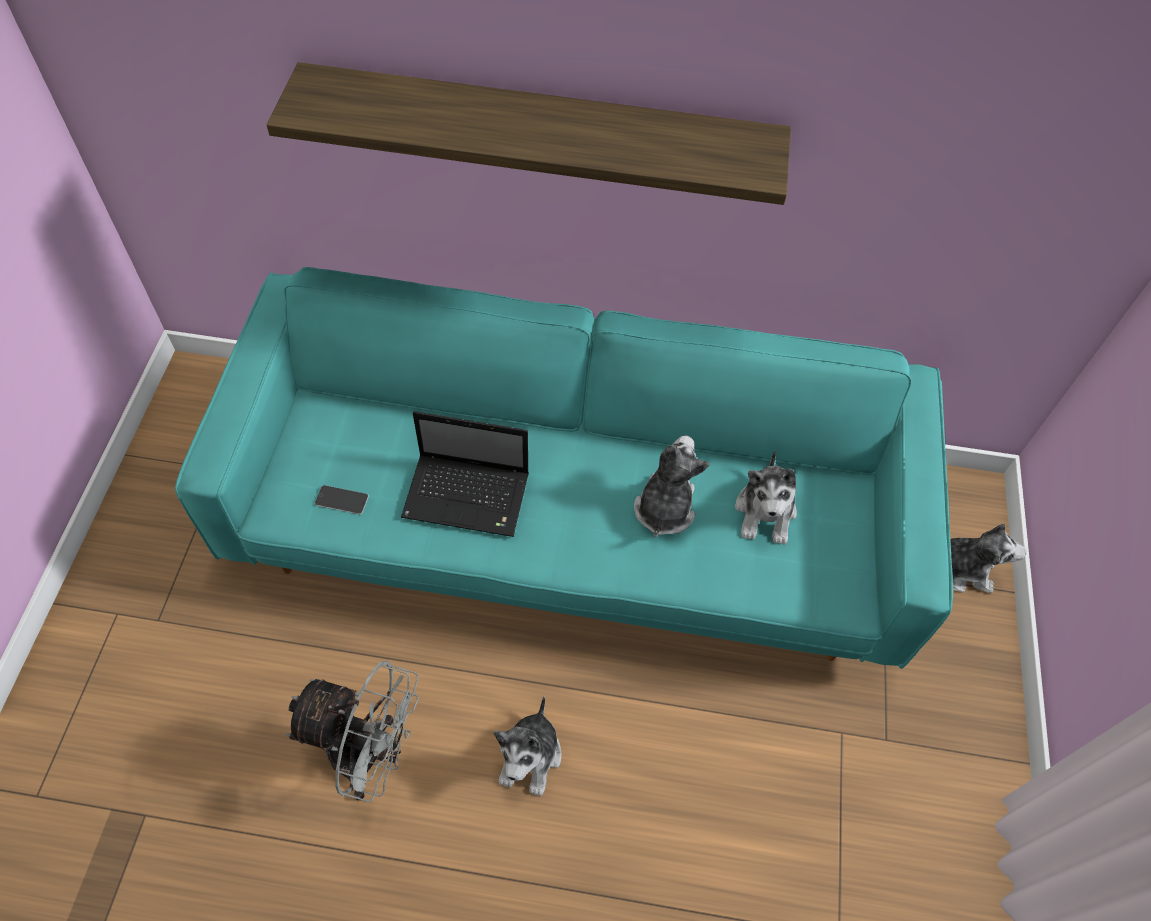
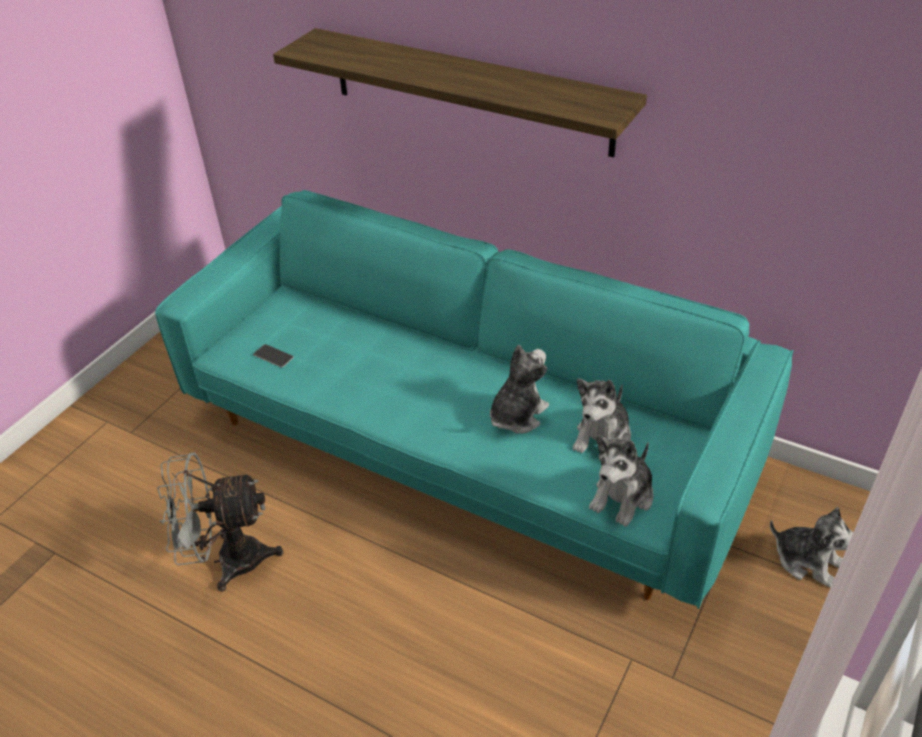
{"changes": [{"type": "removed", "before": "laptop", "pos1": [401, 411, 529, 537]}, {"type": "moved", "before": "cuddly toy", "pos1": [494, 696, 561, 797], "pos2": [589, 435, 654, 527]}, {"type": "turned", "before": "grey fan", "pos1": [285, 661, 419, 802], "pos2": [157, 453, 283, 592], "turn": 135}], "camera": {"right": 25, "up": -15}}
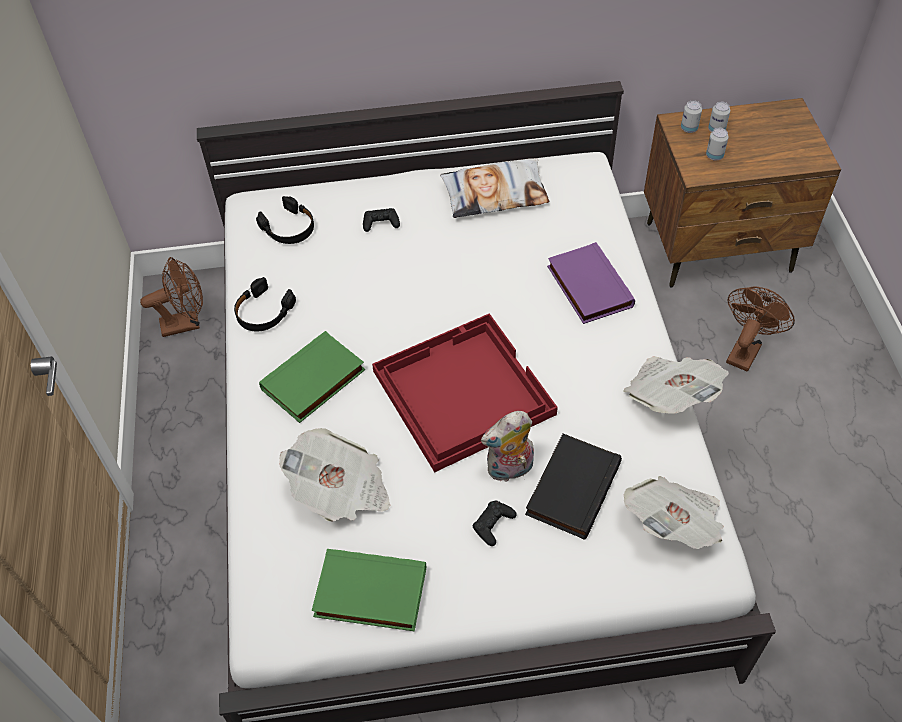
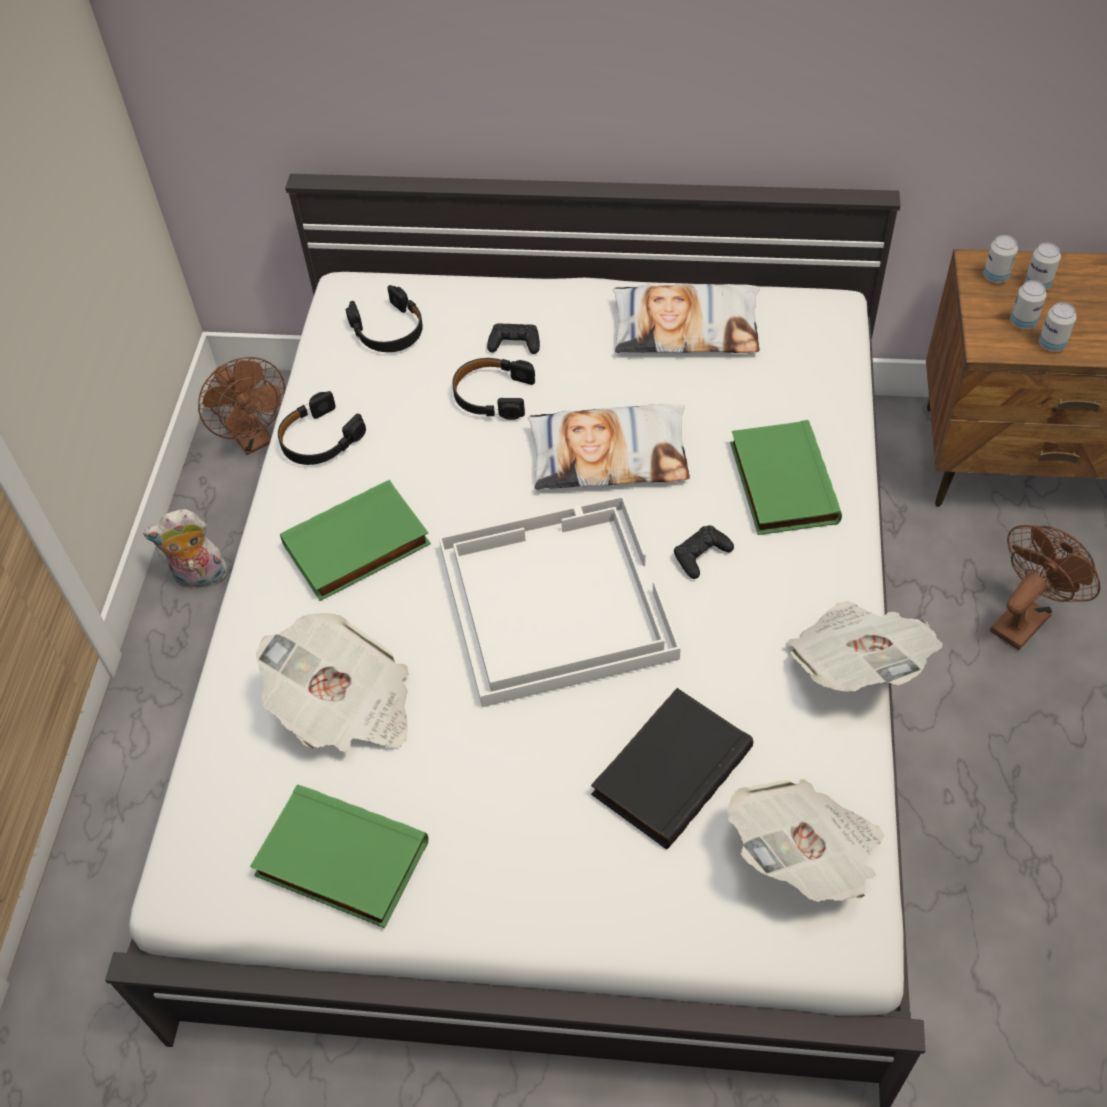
{"changes": [{"type": "added", "after": "black-coloured headset", "pos2": [452, 358, 535, 420]}, {"type": "added", "after": "throw pillow", "pos2": [528, 404, 690, 490]}, {"type": "added", "after": "metal can", "pos2": [1039, 302, 1077, 352]}, {"type": "moved", "before": "black-coloured gamepad", "pos1": [473, 501, 517, 546], "pos2": [674, 525, 734, 579]}, {"type": "moved", "before": "cuddly toy", "pos1": [481, 411, 534, 482], "pos2": [143, 509, 228, 590]}, {"type": "recoloured", "before": "red-coloured tray", "after": "white-coloured tray", "pos1": [372, 313, 558, 472], "pos2": [439, 495, 681, 707]}, {"type": "recoloured", "before": "purple-coloured volume", "after": "green-coloured volume", "pos1": [547, 242, 635, 324], "pos2": [730, 420, 842, 535]}, {"type": "turned", "before": "brown fan", "pos1": [140, 257, 203, 337], "pos2": [198, 357, 285, 455], "turn": 60}], "camera": {"right": 15, "up": 0}}
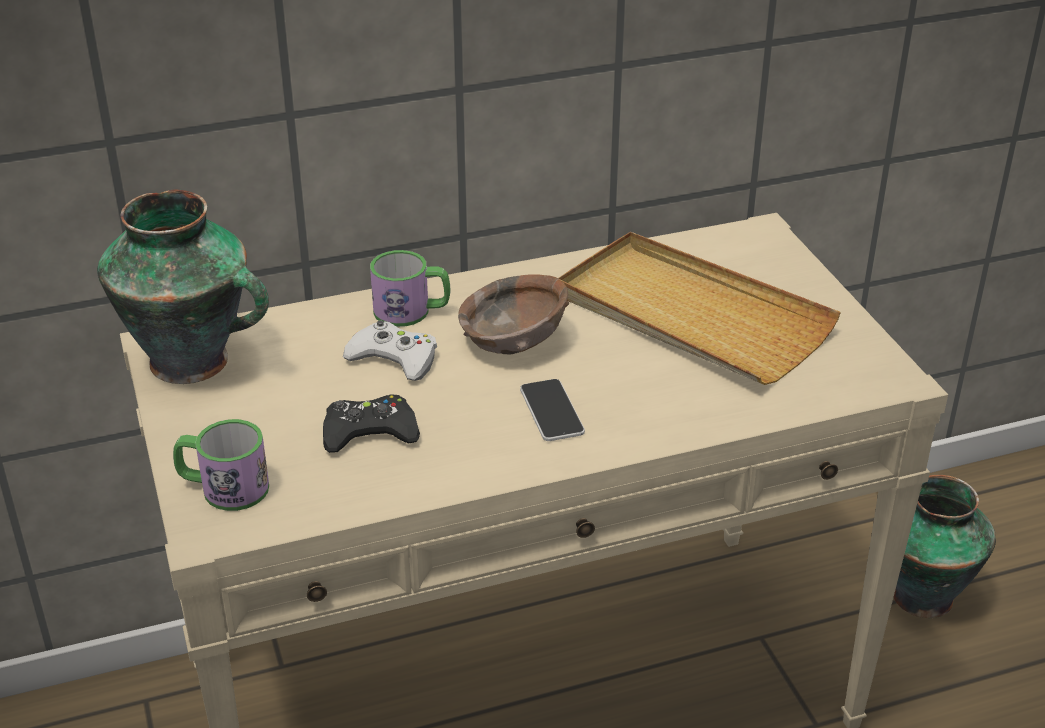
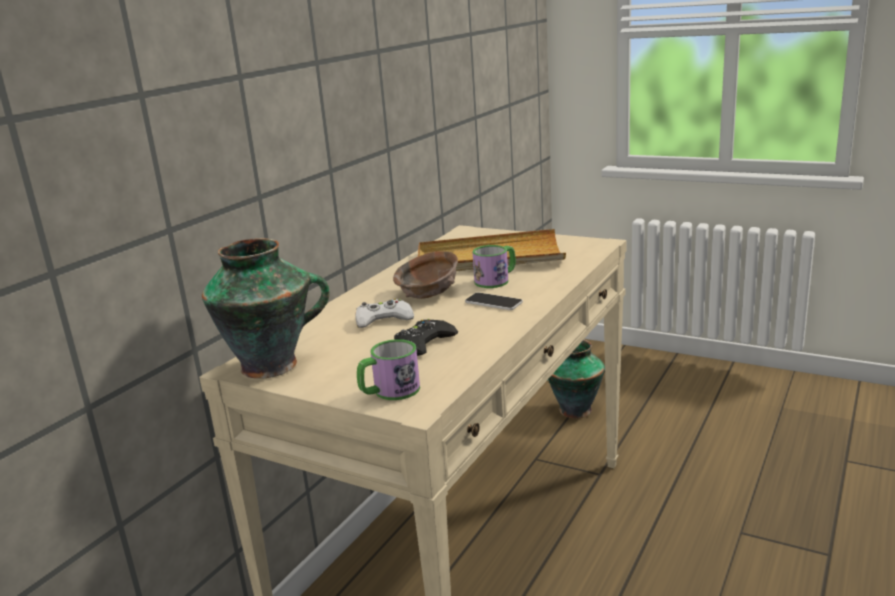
{"changes": [{"type": "moved", "before": "tea mug", "pos1": [370, 250, 451, 327], "pos2": [473, 245, 516, 288]}], "camera": {"right": -40, "up": -15}}
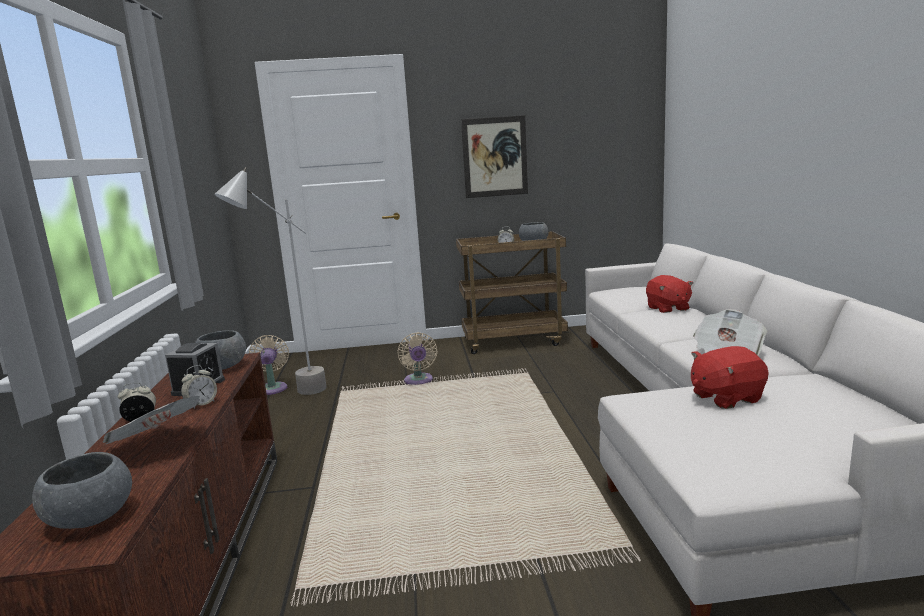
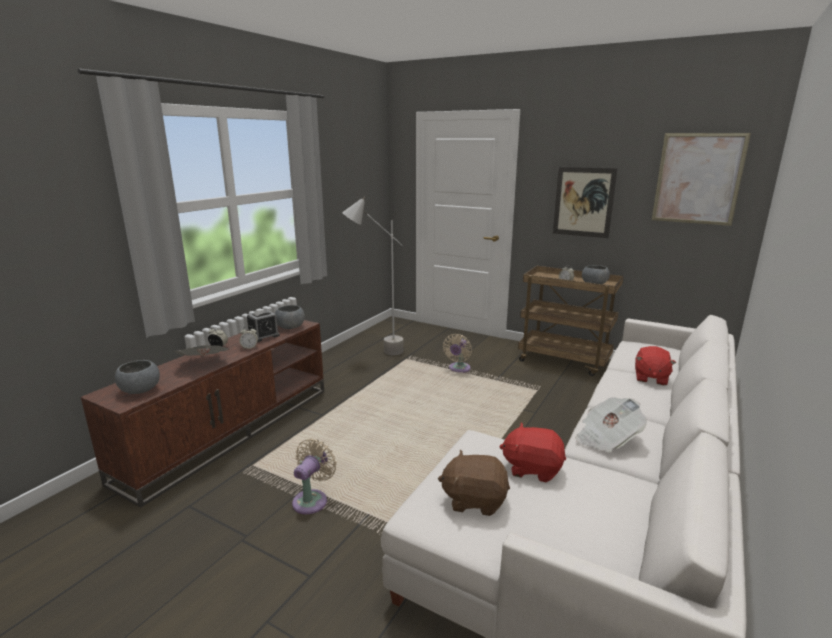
{"changes": [{"type": "added", "after": "brown cuddly toy", "pos2": [438, 450, 510, 516]}, {"type": "added", "after": "picture", "pos2": [651, 133, 751, 226]}, {"type": "moved", "before": "beige fan", "pos1": [249, 335, 289, 395], "pos2": [292, 439, 337, 514]}], "camera": {"right": 35, "up": 5}}
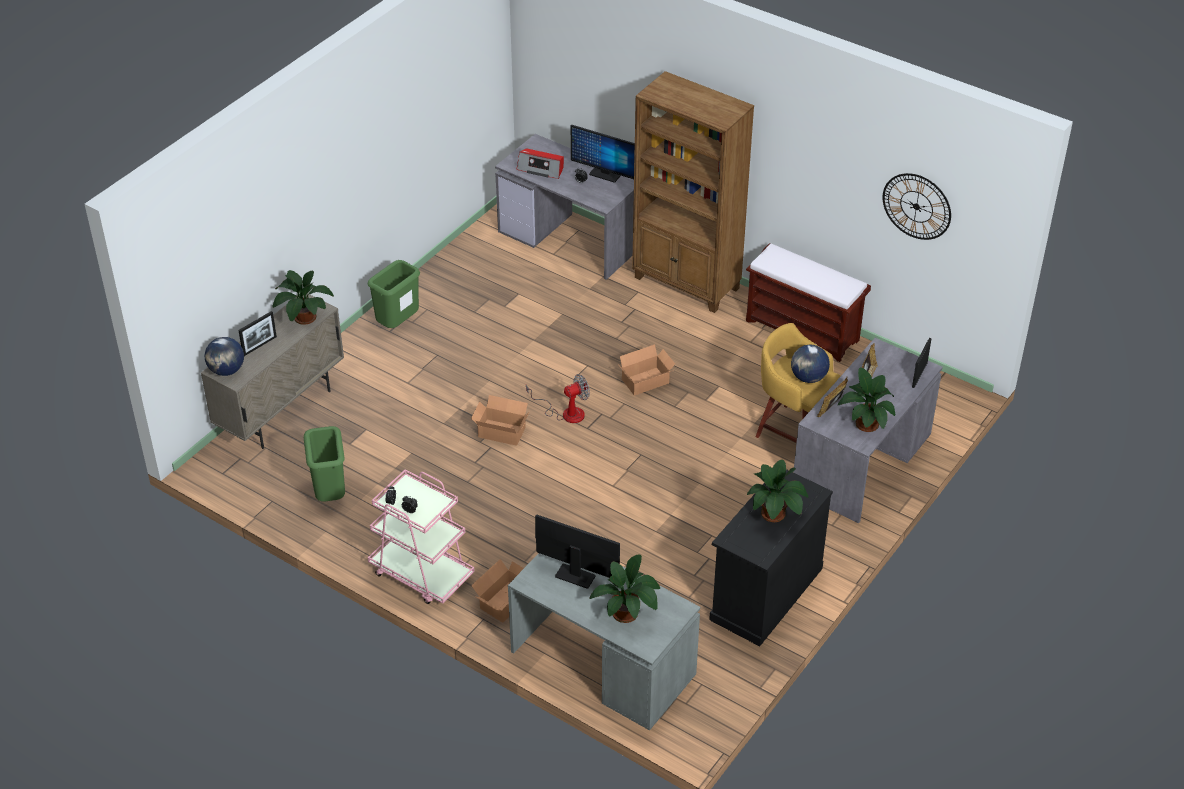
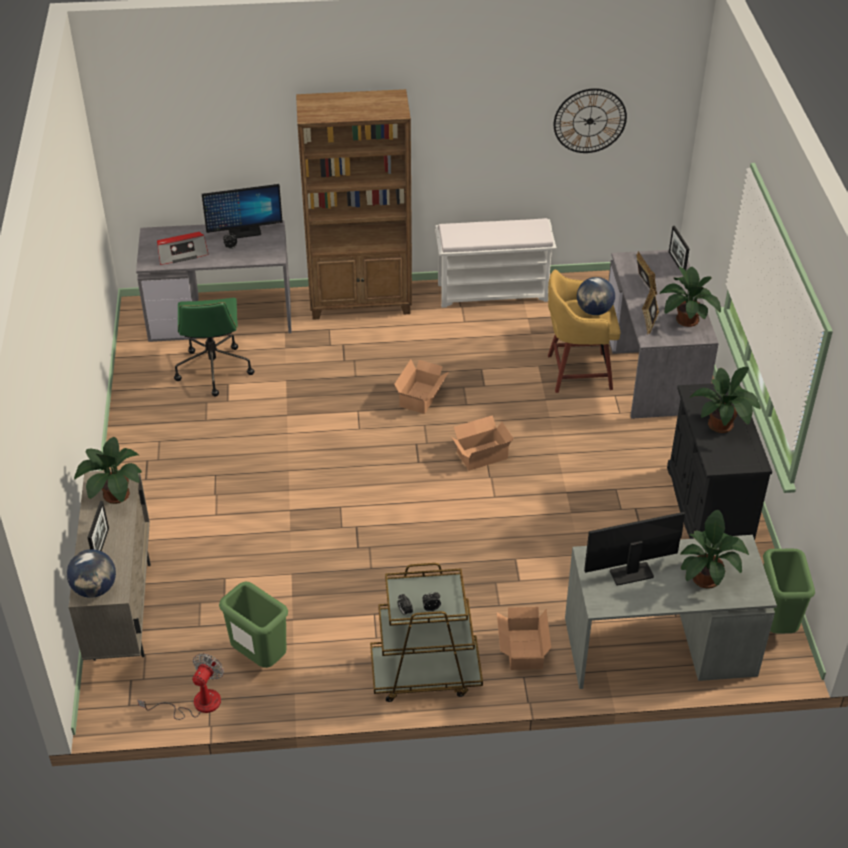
{"changes": [{"type": "added", "after": "green-coloured computer chair", "pos2": [174, 298, 254, 396]}, {"type": "moved", "before": "green-coloured rubbish bin", "pos1": [368, 260, 420, 328], "pos2": [763, 549, 815, 633]}, {"type": "moved", "before": "packing box", "pos1": [471, 395, 529, 446], "pos2": [452, 415, 514, 471]}, {"type": "moved", "before": "fan", "pos1": [526, 374, 590, 423], "pos2": [137, 653, 224, 720]}, {"type": "recoloured", "before": "pink trolley", "after": "brown trolley", "pos1": [368, 469, 475, 604], "pos2": [370, 563, 483, 702]}, {"type": "recoloured", "before": "brown bench", "after": "white-coloured bench", "pos1": [746, 243, 871, 362], "pos2": [435, 218, 557, 308]}], "camera": {"right": -40, "up": 0}}
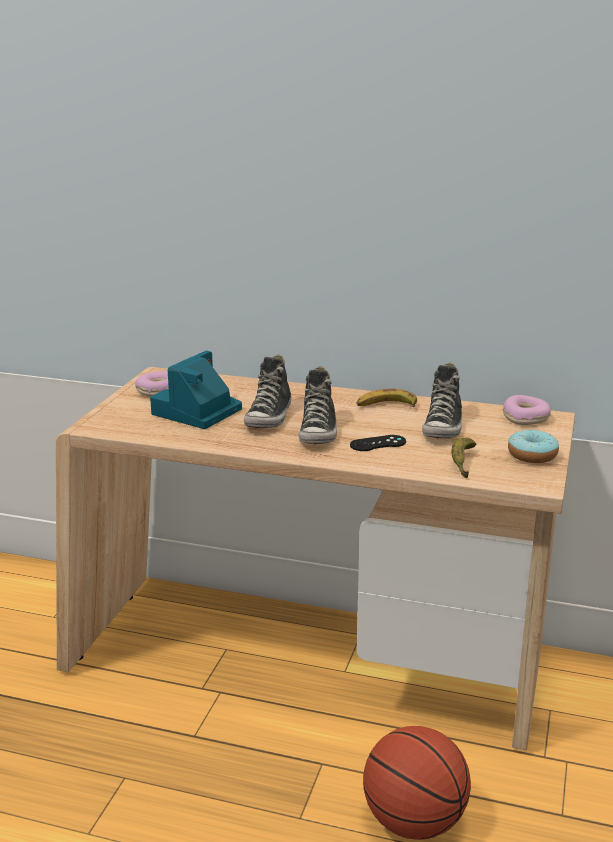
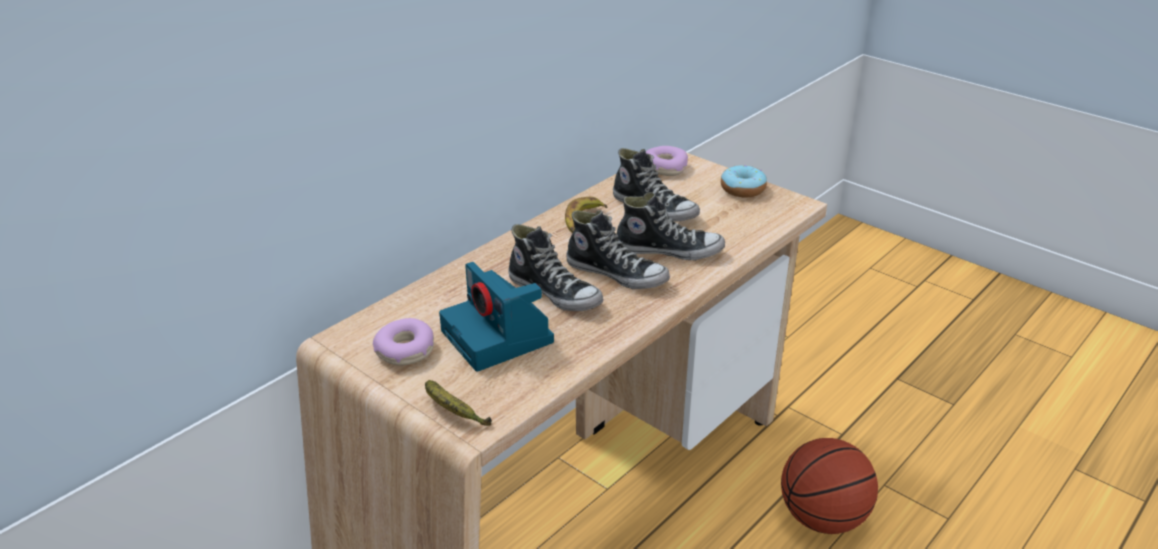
{"changes": [{"type": "moved", "before": "banana", "pos1": [451, 438, 476, 478], "pos2": [425, 380, 492, 426]}, {"type": "replaced", "before": "black-coloured gamepad", "after": "item of footwear", "pos1": [350, 435, 406, 451], "pos2": [617, 192, 725, 261]}], "camera": {"right": -65, "up": 10}}
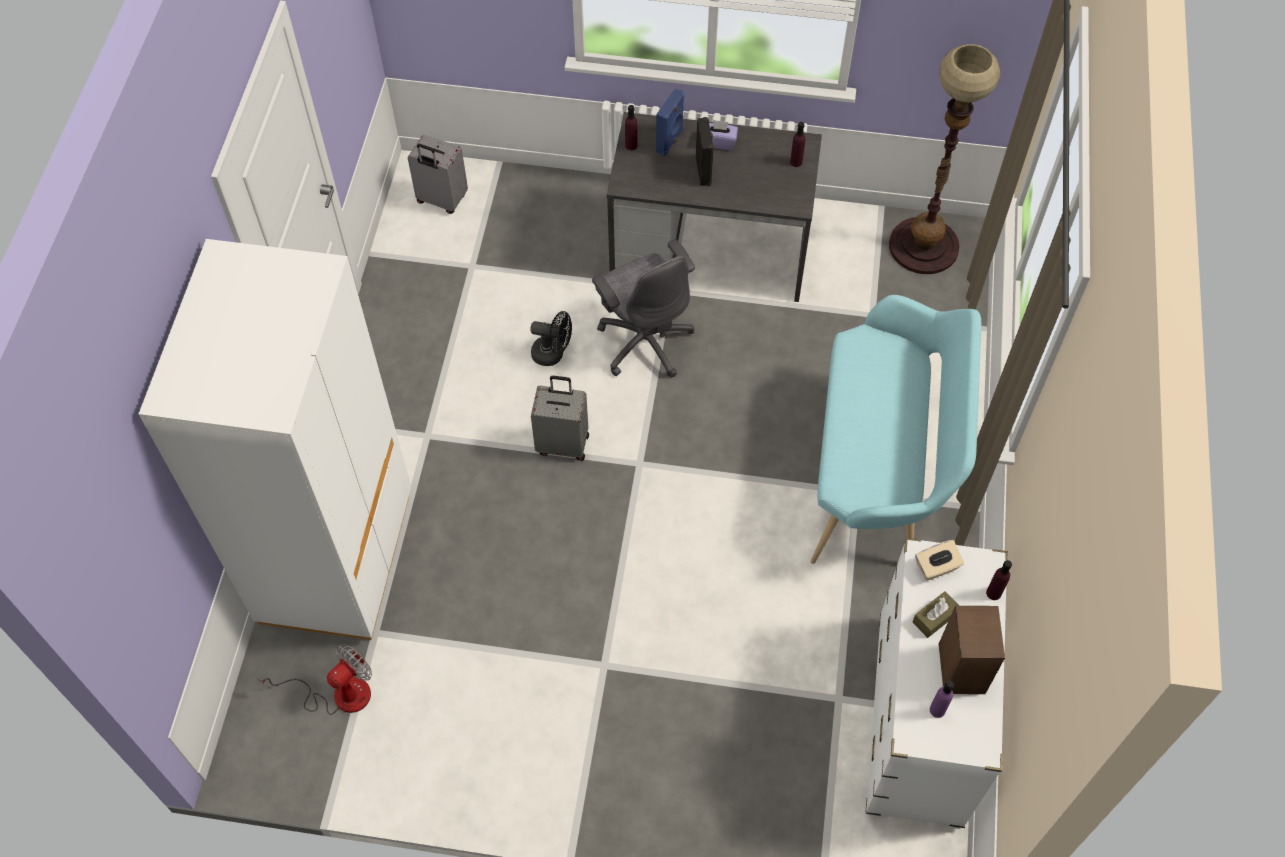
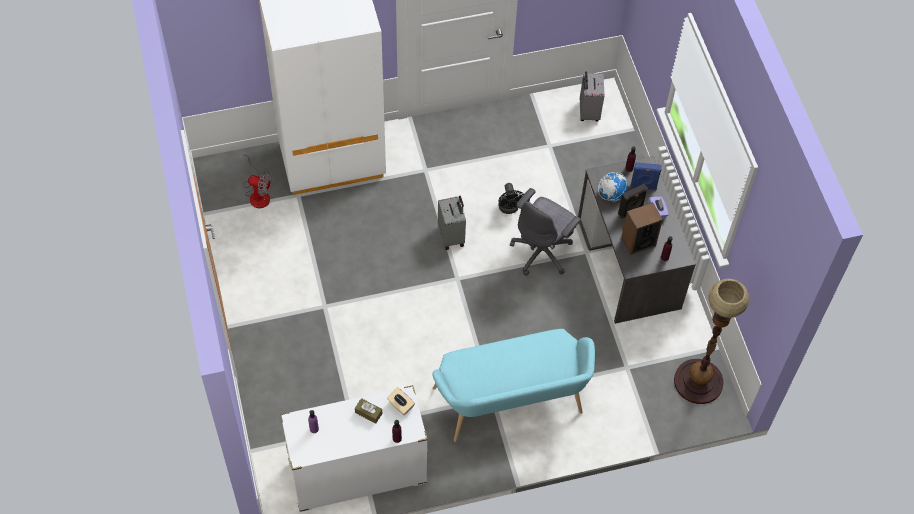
{"changes": [{"type": "added", "after": "world globe", "pos2": [598, 172, 628, 201]}, {"type": "moved", "before": "audio speaker", "pos1": [939, 606, 1005, 694], "pos2": [621, 202, 663, 255]}], "camera": {"right": 65, "up": 0}}
